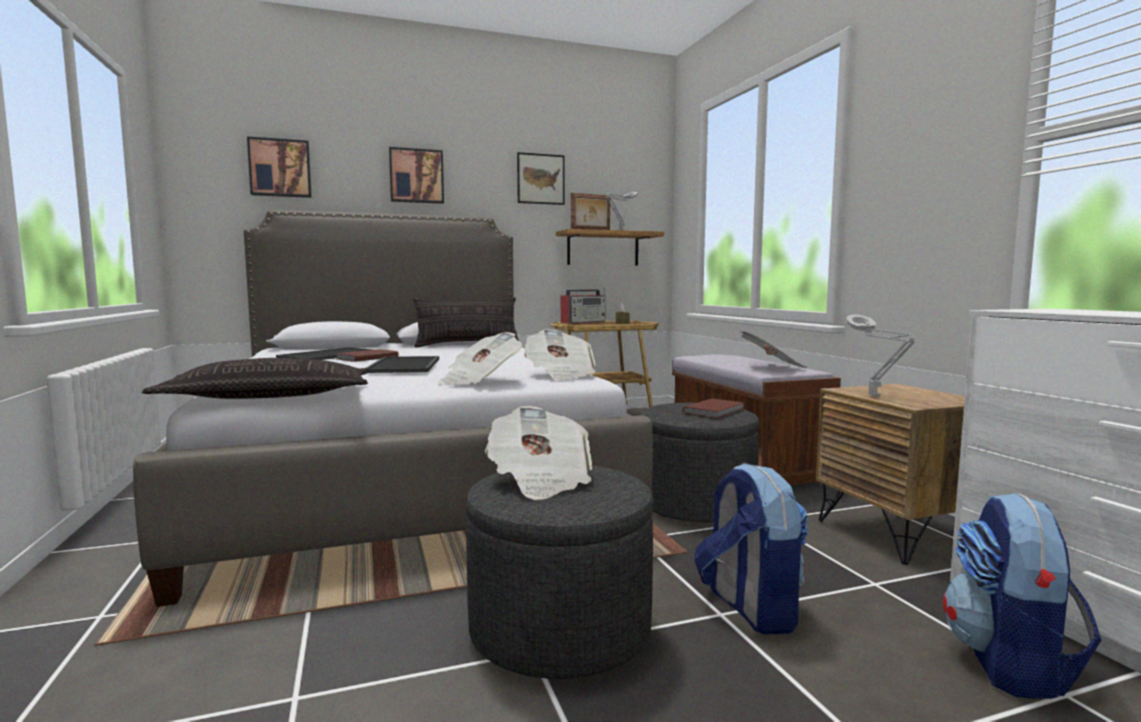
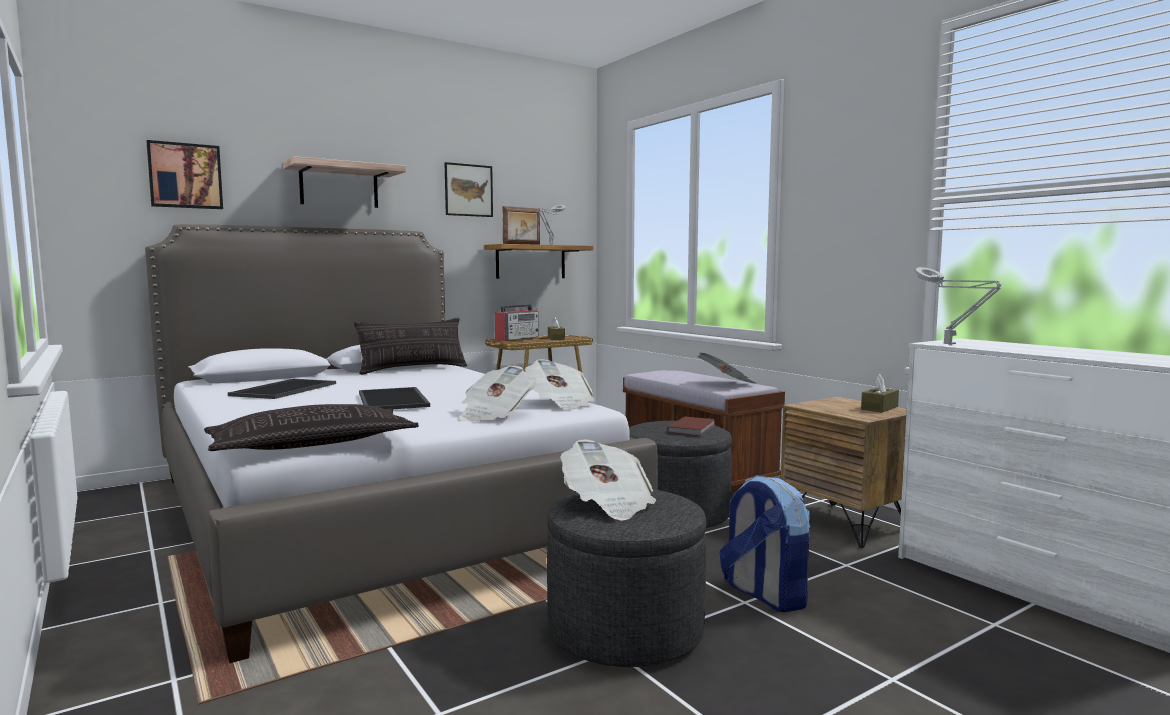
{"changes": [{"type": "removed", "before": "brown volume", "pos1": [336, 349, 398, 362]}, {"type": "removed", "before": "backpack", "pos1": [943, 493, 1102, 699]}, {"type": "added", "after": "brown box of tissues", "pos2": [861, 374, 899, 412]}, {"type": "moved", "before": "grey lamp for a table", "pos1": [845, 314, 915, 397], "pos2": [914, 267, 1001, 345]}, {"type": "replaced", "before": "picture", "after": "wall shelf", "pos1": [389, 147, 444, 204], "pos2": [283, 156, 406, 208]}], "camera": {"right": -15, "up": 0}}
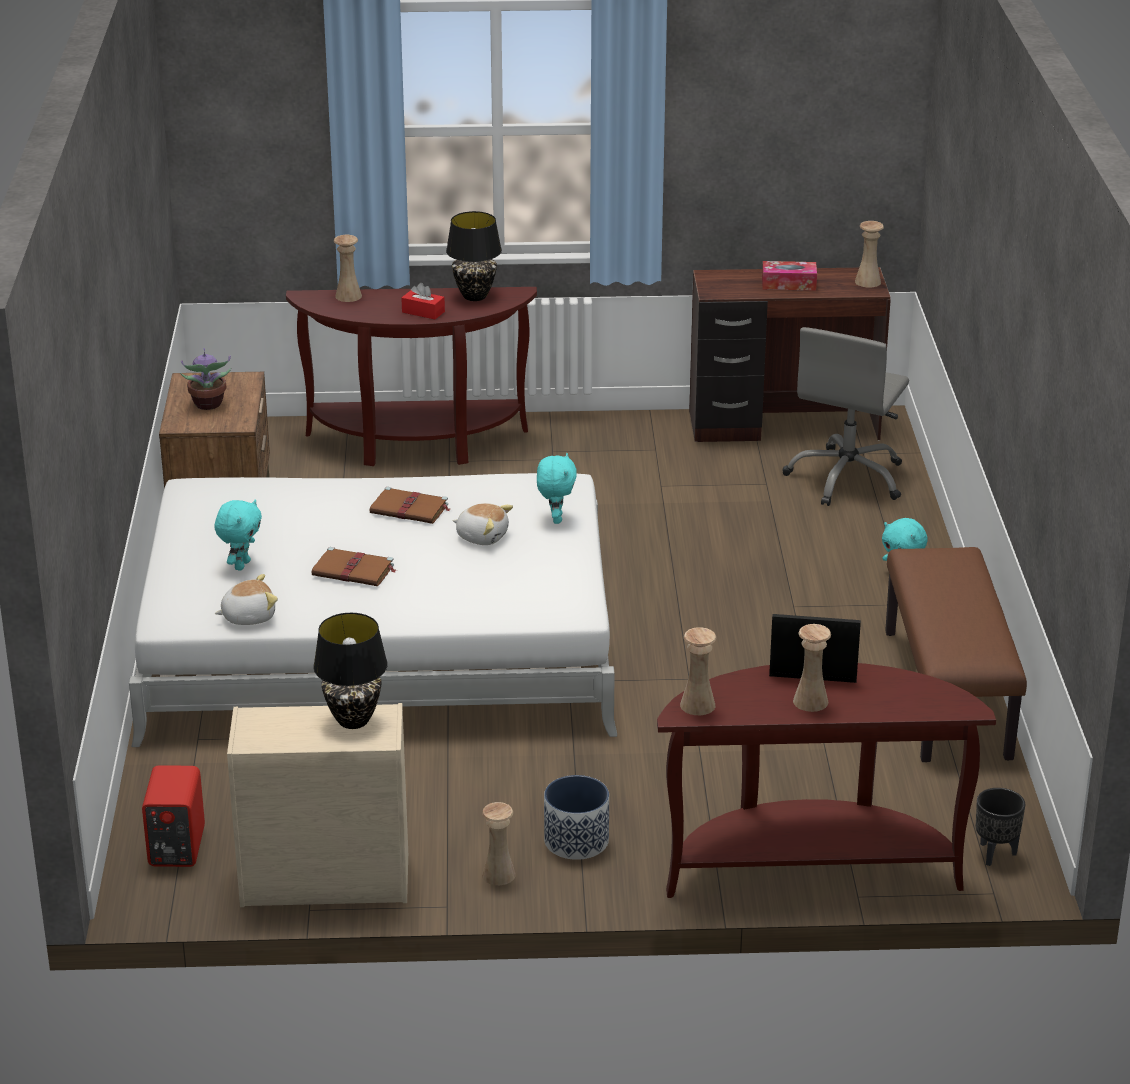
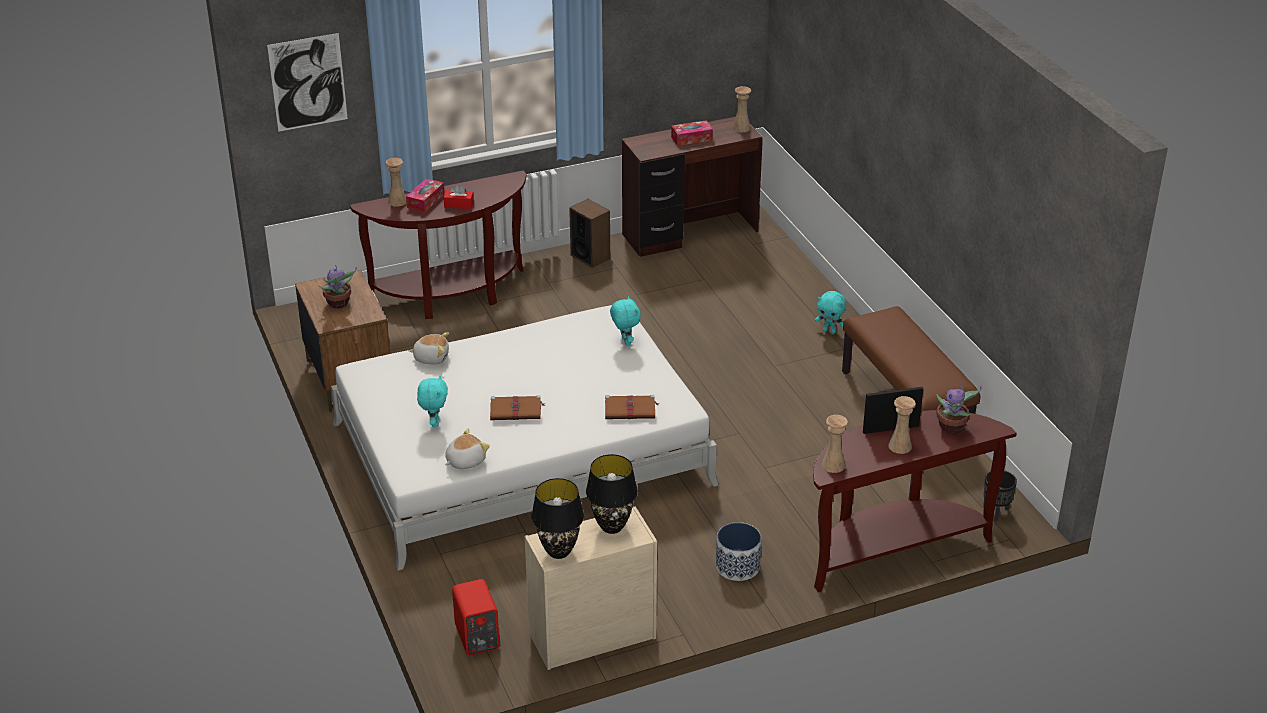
{"changes": [{"type": "removed", "before": "beige decorative vase", "pos1": [482, 802, 516, 885]}, {"type": "removed", "before": "grey computer chair", "pos1": [782, 327, 909, 506]}, {"type": "added", "after": "picture", "pos2": [267, 33, 348, 132]}, {"type": "added", "after": "box of tissues", "pos2": [406, 178, 445, 212]}, {"type": "added", "after": "audio speaker", "pos2": [569, 199, 610, 268]}, {"type": "added", "after": "houseplant", "pos2": [936, 385, 982, 434]}, {"type": "moved", "before": "brown volume", "pos1": [370, 487, 450, 524], "pos2": [605, 395, 659, 419]}, {"type": "moved", "before": "black-coloured lamp for a table", "pos1": [446, 211, 502, 301], "pos2": [531, 478, 584, 559]}, {"type": "moved", "before": "cuddly toy", "pos1": [453, 503, 513, 545], "pos2": [408, 332, 449, 365]}], "camera": {"right": -20, "up": 5}}
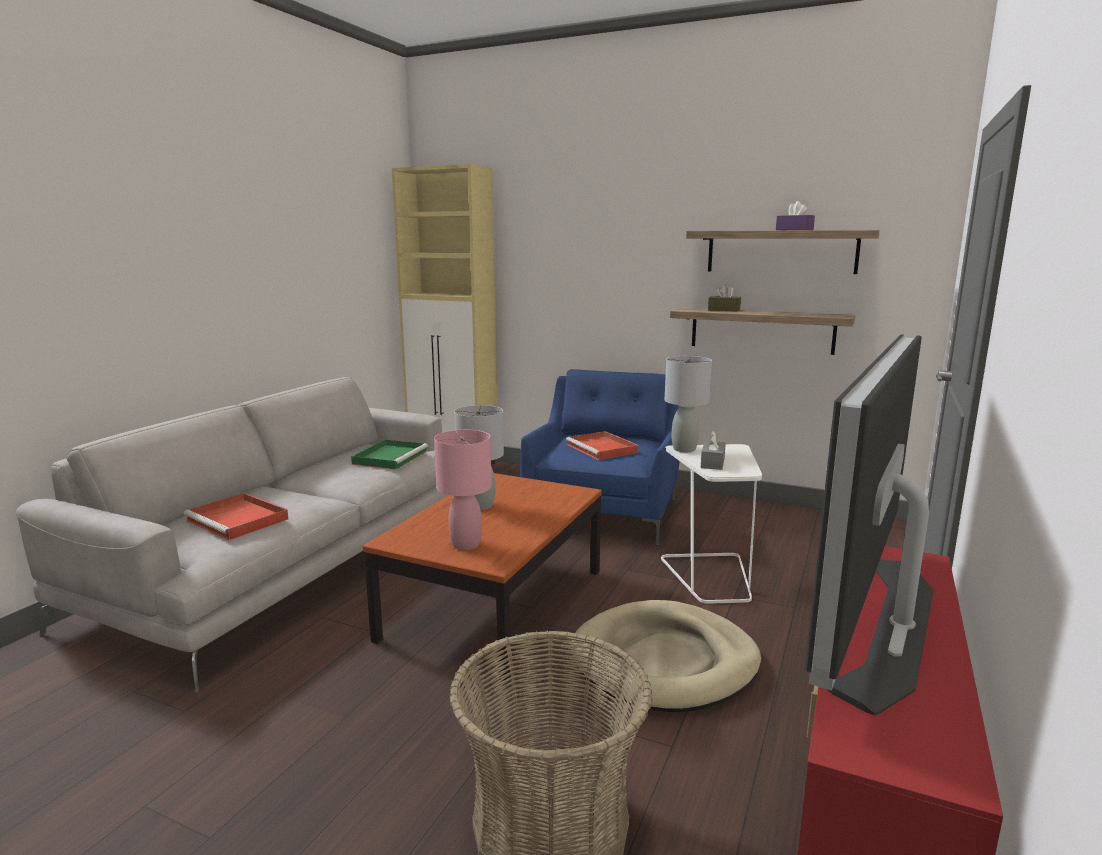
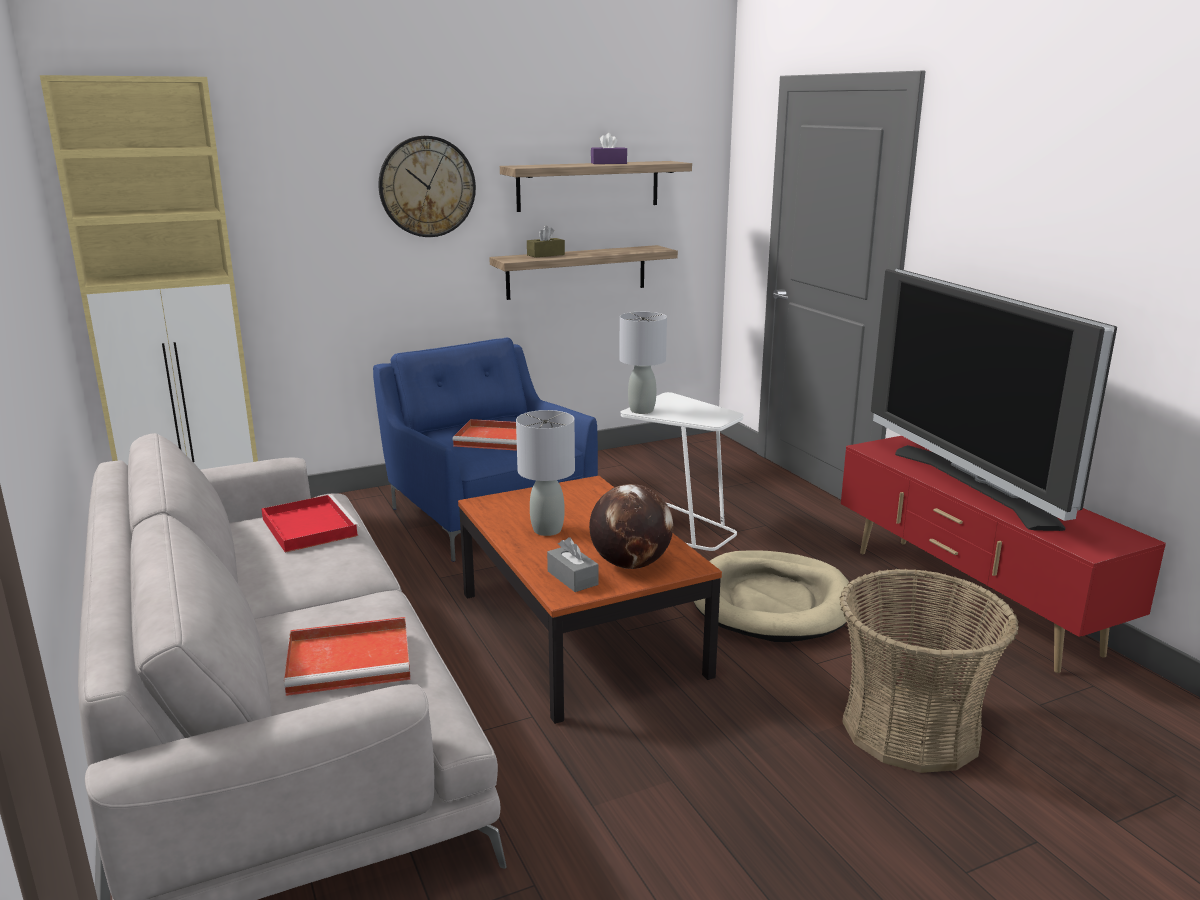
{"changes": [{"type": "added", "after": "wall clock", "pos2": [378, 136, 476, 237]}, {"type": "moved", "before": "grey box of tissues", "pos1": [701, 431, 726, 470], "pos2": [547, 537, 599, 592]}, {"type": "replaced", "before": "pink lamp for a table", "after": "world globe", "pos1": [434, 430, 492, 550], "pos2": [589, 484, 673, 569]}, {"type": "recoloured", "before": "green-coloured tray", "after": "red-coloured tray", "pos1": [351, 440, 428, 470], "pos2": [261, 494, 360, 553]}], "camera": {"right": -50, "up": 5}}
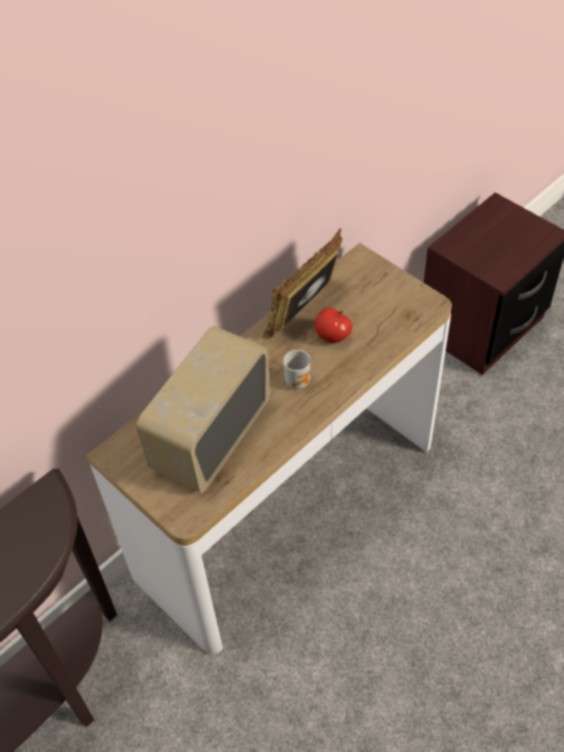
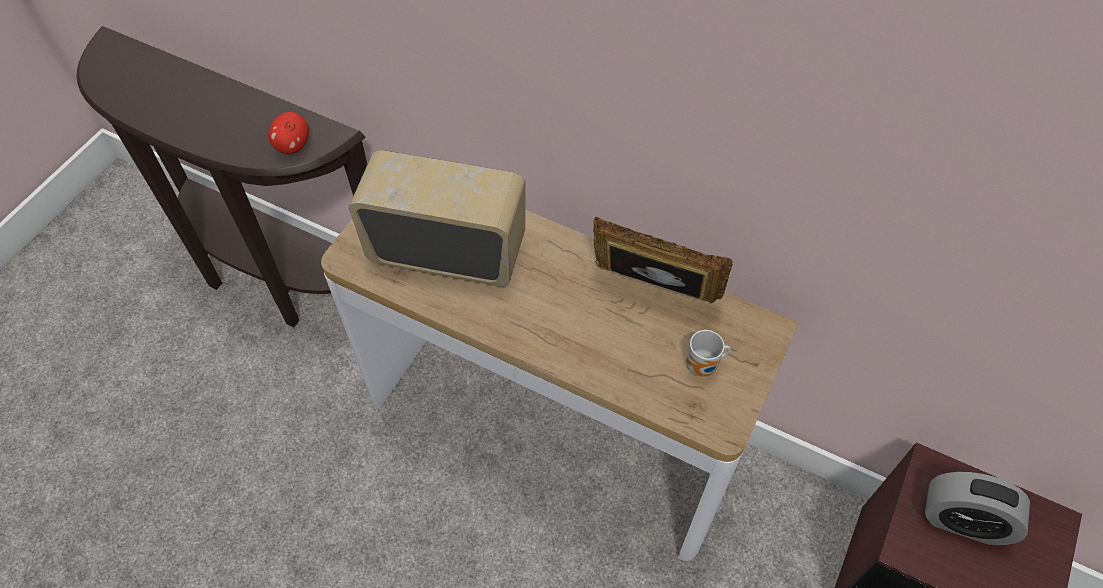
{"changes": [{"type": "added", "after": "alarm clock", "pos2": [925, 472, 1030, 545]}, {"type": "moved", "before": "tea mug", "pos1": [283, 350, 311, 389], "pos2": [686, 330, 731, 377]}, {"type": "moved", "before": "apple fruit", "pos1": [315, 308, 352, 343], "pos2": [268, 112, 309, 154]}], "camera": {"right": 70, "up": 5}}
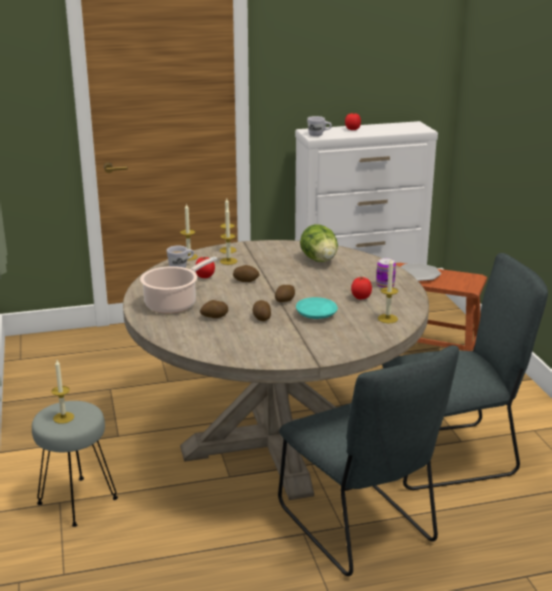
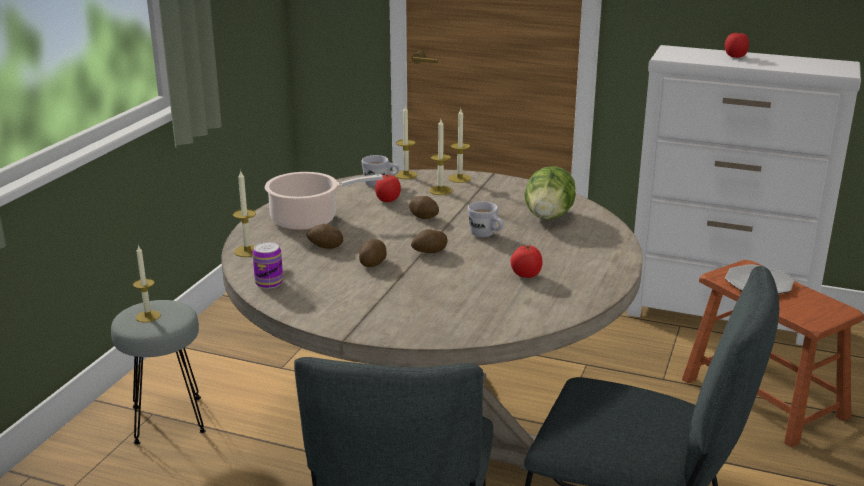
{"changes": [{"type": "removed", "before": "turquoise-coloured flat dish", "pos1": [296, 297, 338, 319]}, {"type": "moved", "before": "white-coloured tea mug", "pos1": [307, 116, 332, 136], "pos2": [468, 201, 504, 237]}, {"type": "moved", "before": "metal can", "pos1": [376, 258, 396, 288], "pos2": [252, 242, 283, 289]}, {"type": "moved", "before": "wax light", "pos1": [378, 258, 398, 323], "pos2": [233, 171, 256, 257]}], "camera": {"right": 35, "up": 0}}
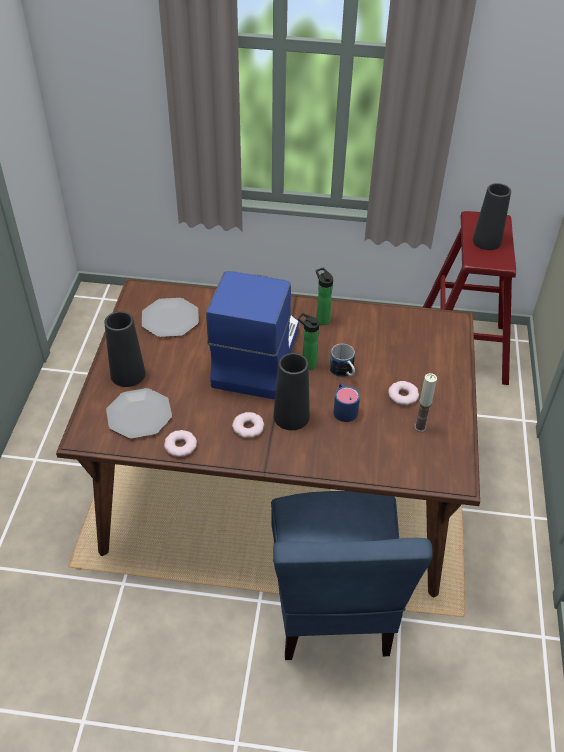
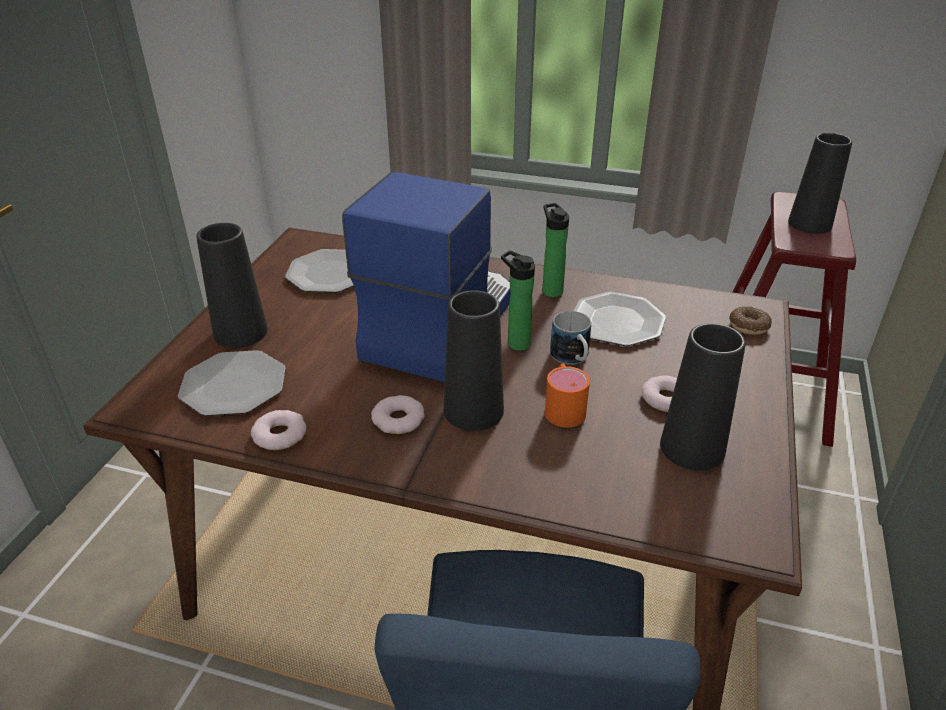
{"changes": [{"type": "added", "after": "flat dish", "pos2": [574, 292, 666, 346]}, {"type": "added", "after": "donut", "pos2": [729, 306, 772, 335]}, {"type": "replaced", "before": "wax light", "after": "black-coloured decorative vase", "pos1": [414, 373, 437, 432], "pos2": [660, 323, 746, 471]}, {"type": "recoloured", "before": "blue-coloured tea mug", "after": "orange tea mug", "pos1": [333, 383, 360, 422], "pos2": [545, 364, 590, 428]}], "camera": {"right": 10, "up": -10}}
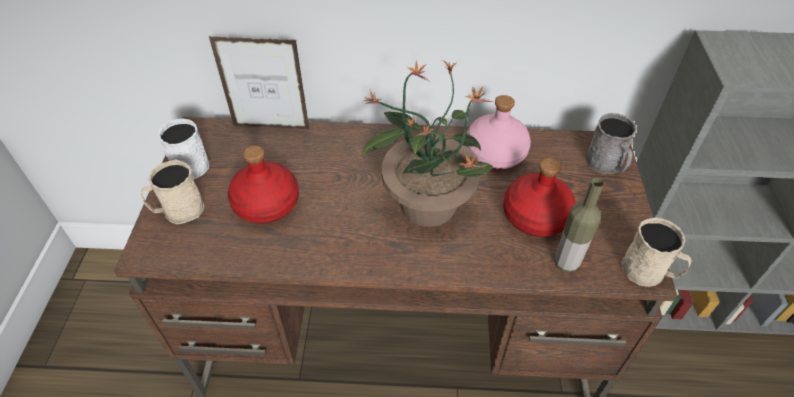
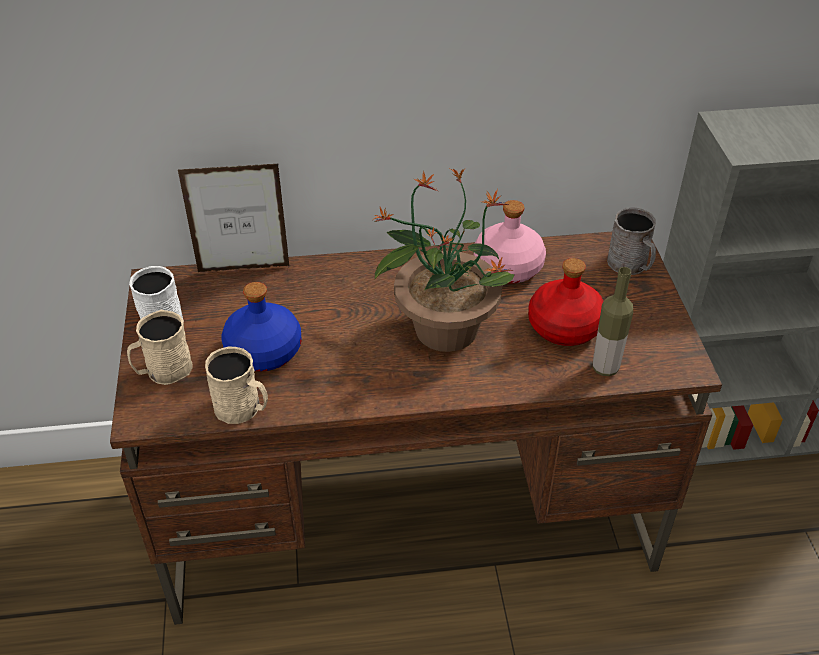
{"changes": [{"type": "moved", "before": "beige tea mug", "pos1": [621, 218, 691, 287], "pos2": [205, 347, 268, 424]}, {"type": "recoloured", "before": "red-coloured beverage bottle", "after": "blue-coloured beverage bottle", "pos1": [228, 146, 299, 224], "pos2": [222, 282, 302, 372]}], "camera": {"right": -10, "up": -5}}
